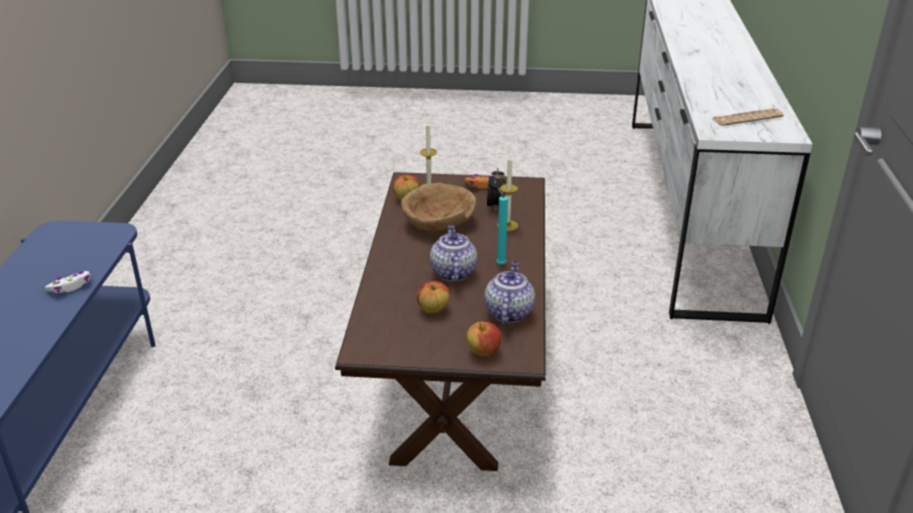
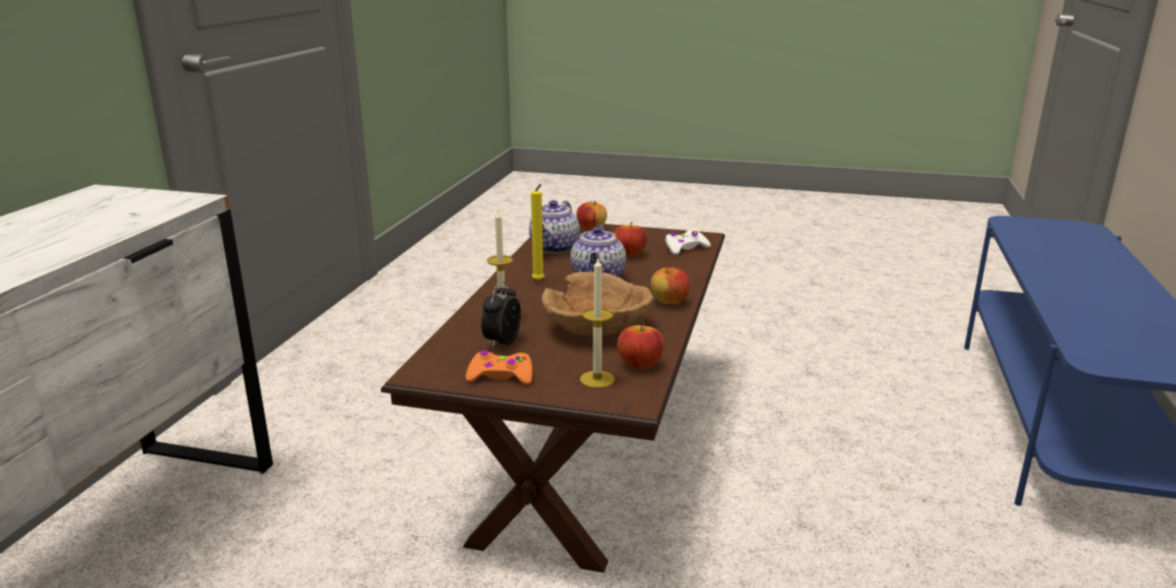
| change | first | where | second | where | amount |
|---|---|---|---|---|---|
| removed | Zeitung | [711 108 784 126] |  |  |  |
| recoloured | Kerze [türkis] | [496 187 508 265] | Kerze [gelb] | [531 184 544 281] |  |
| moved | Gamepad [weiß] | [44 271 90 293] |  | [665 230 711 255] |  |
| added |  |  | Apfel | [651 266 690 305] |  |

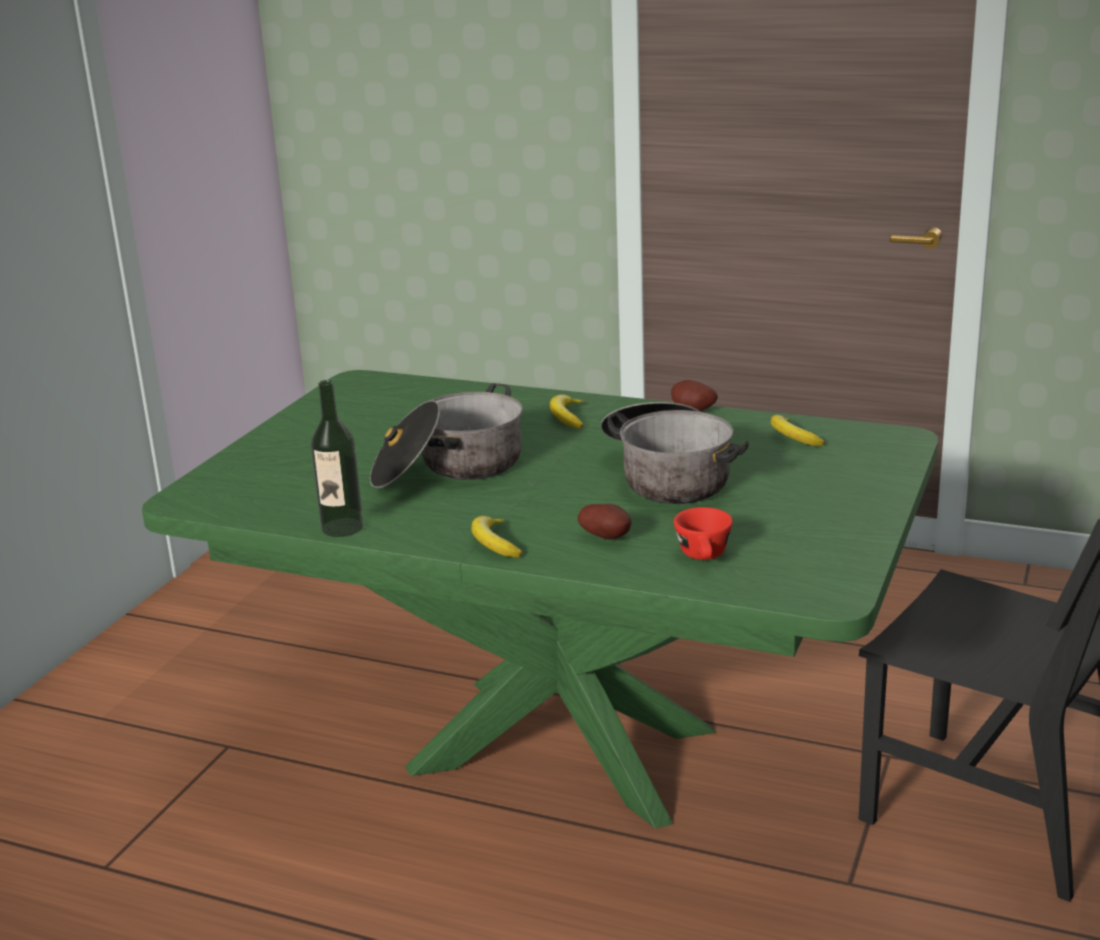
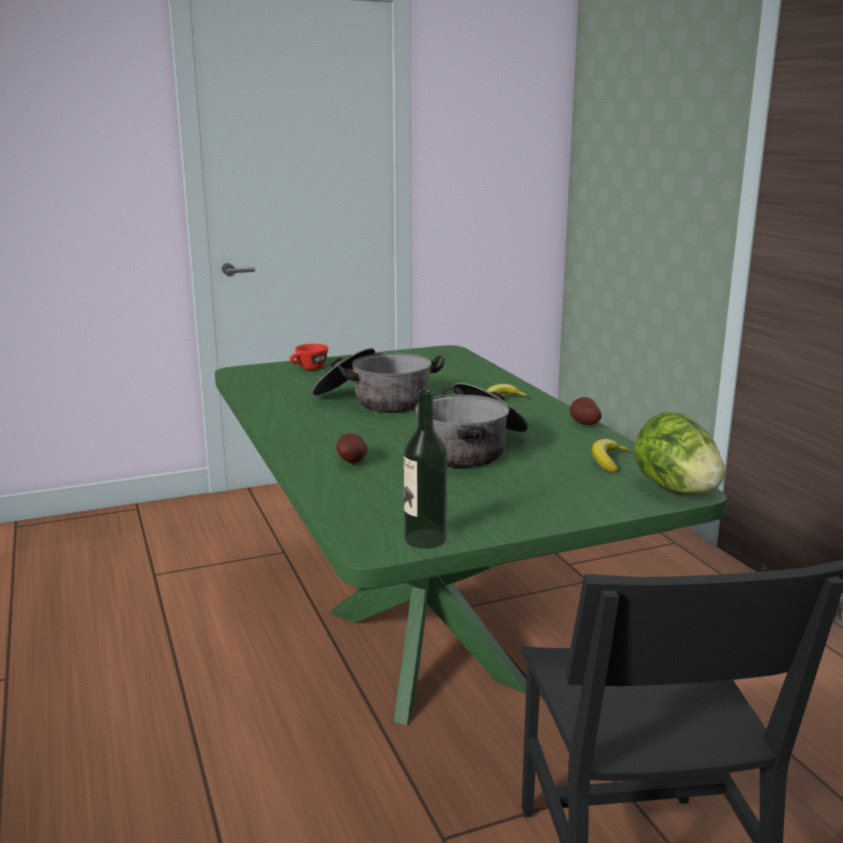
| change | first | where | second | where | amount |
|---|---|---|---|---|---|
| moved | Flasche | [311 380 363 537] |  | [404 390 447 549] |  |
| moved | Tasse [rot] | [674 507 733 560] |  | [290 344 328 370] |  |
| removed | Banane | [471 516 522 557] |  |  |  |
| added |  |  | Salatkopf | [634 412 726 495] |  |

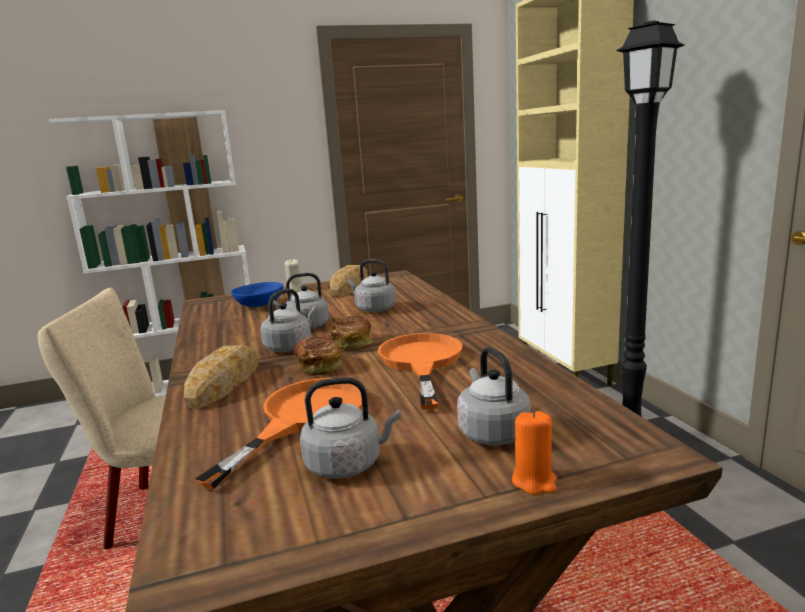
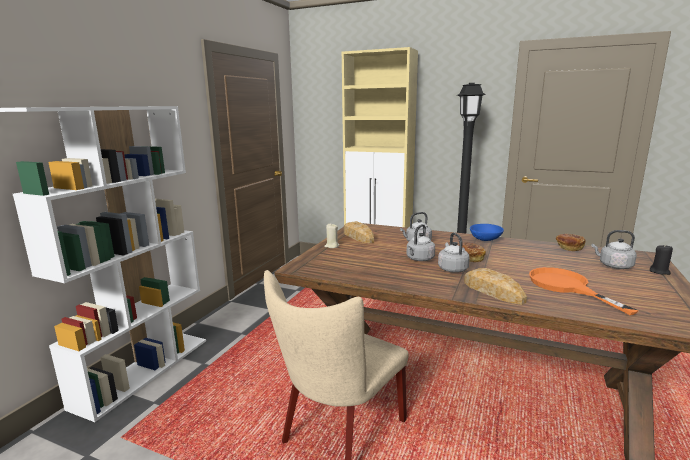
| change | first | where | second | where | amount |
|---|---|---|---|---|---|
| moved | Schüssel [blau] | [231 282 283 307] |  | [470 224 504 241] |  |
| removed | Pfanne [orange] | [378 333 462 410] |  |  |  |
| moved | Brot | [294 337 342 375] |  | [556 234 586 251] |  |
| removed | Wasserkessel [grau] | [300 377 401 479] |  |  |  |
| recoloured | Kerze [orange] | [512 410 557 495] | Kerze [schwarz] | [650 244 673 275] |  |

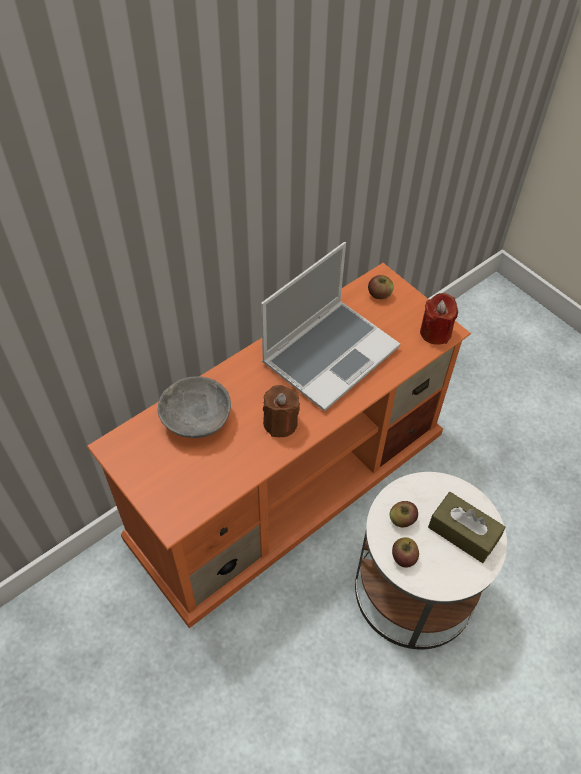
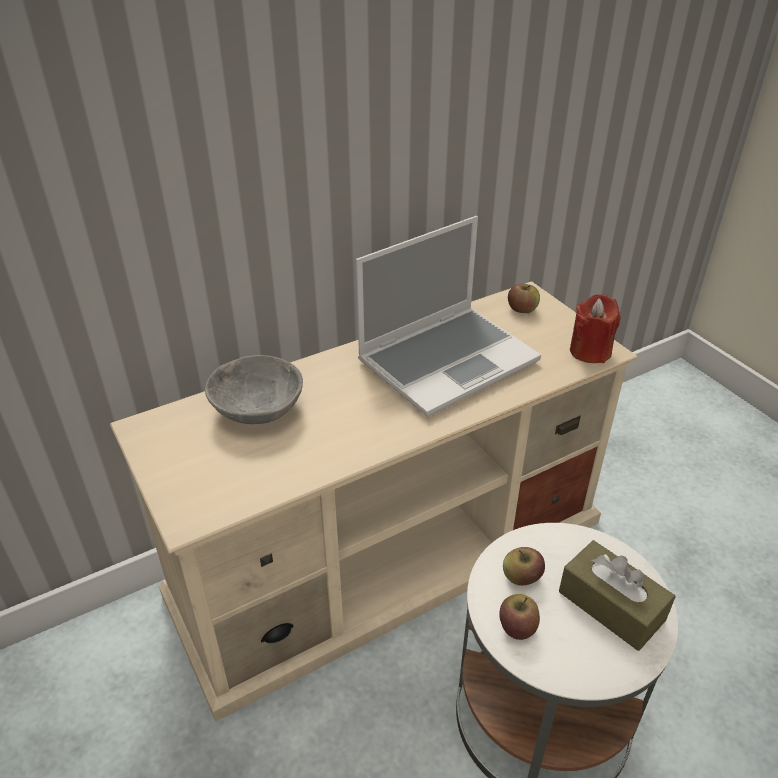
| change | first | where | second | where | amount |
|---|---|---|---|---|---|
| recoloured | Fernsehschrank [orange] | [86 263 471 628] | Fernsehschrank [beige] | [110 281 638 722] |  |
| removed | Kerze [braun] | [263 385 300 437] |  |  |  |

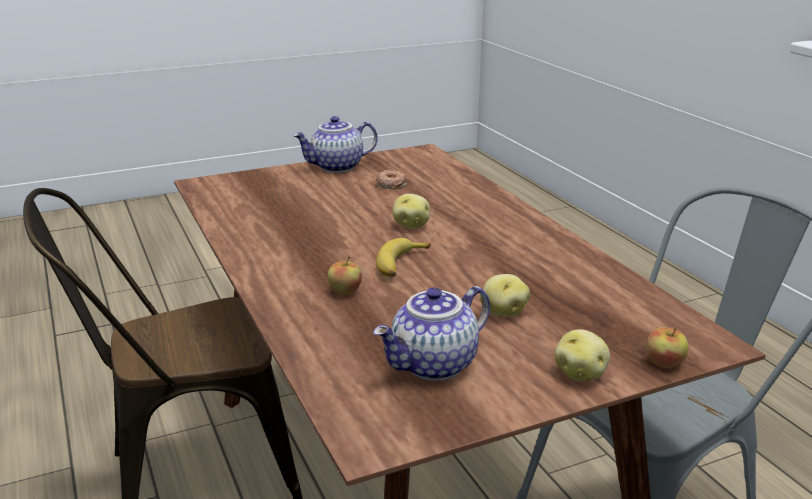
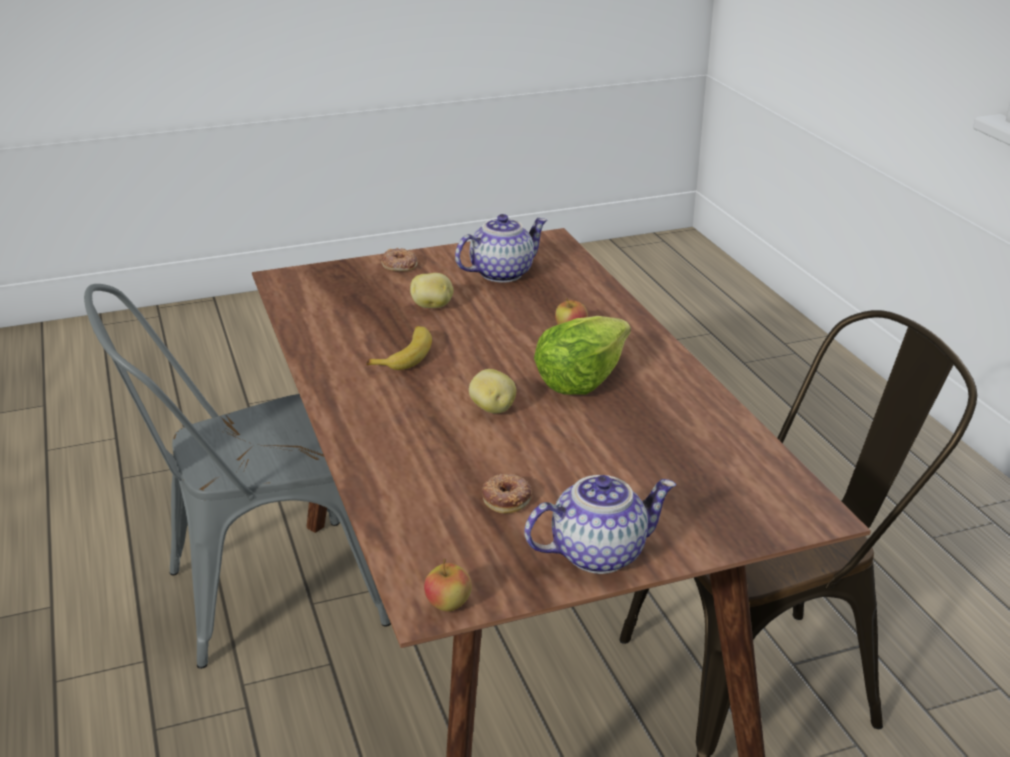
| change | first | where | second | where | amount |
|---|---|---|---|---|---|
| moved | Banane | [376 238 431 277] |  | [366 326 432 370] |  |
| moved | Apfel | [646 327 688 368] |  | [424 559 472 611] |  |
| replaced | Kartoffel | [555 329 610 381] | Donut | [381 248 417 271] |  |
| added |  |  | Salatkopf | [534 316 631 395] |  |

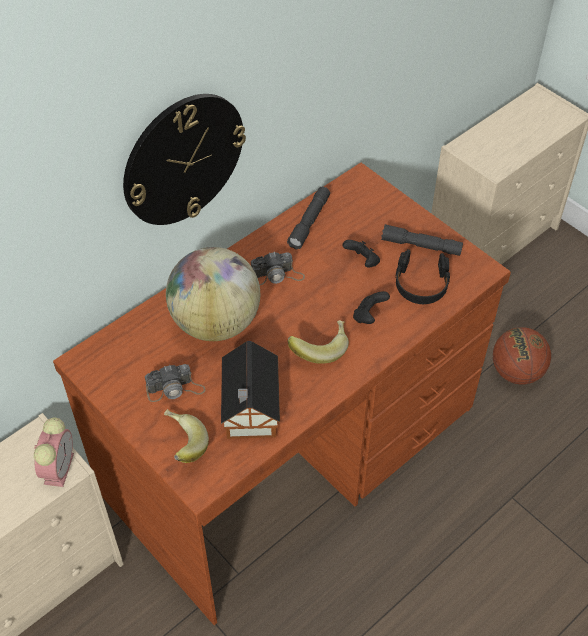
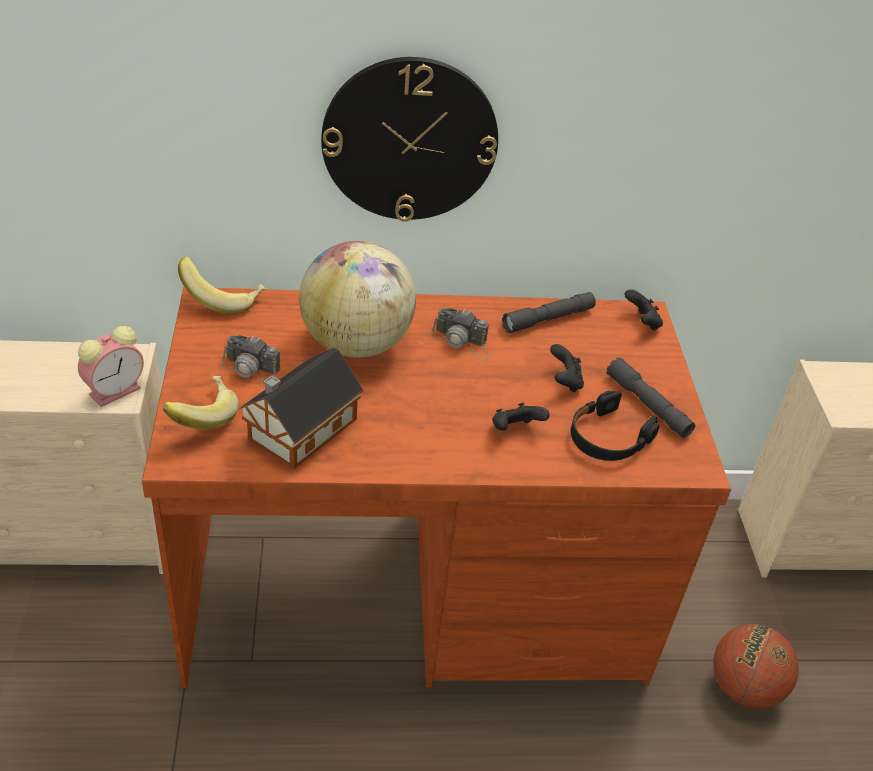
| change | first | where | second | where | amount |
|---|---|---|---|---|---|
| moved | Banane | [287 320 349 364] |  | [178 257 266 314] |  |
| added |  |  | Gamepad [schwarz] | [624 289 663 331] |  |

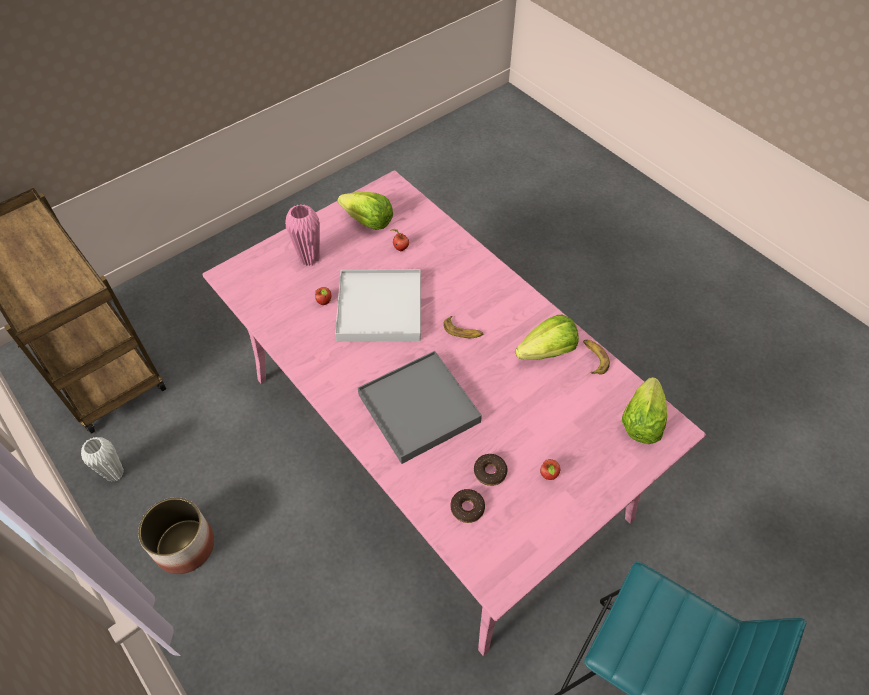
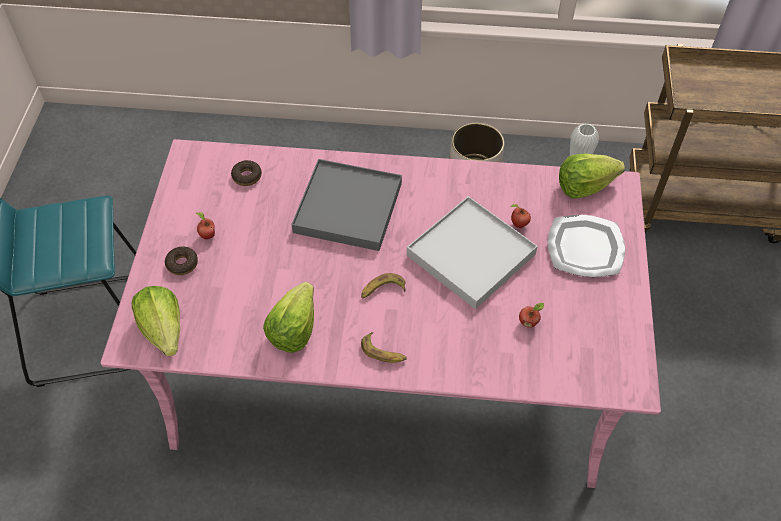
| change | first | where | second | where | amount |
|---|---|---|---|---|---|
| moved | Salatkopf | [337 192 393 230] |  | [559 153 625 199] |  |
| replaced | Vase [rosa] | [285 204 320 266] | Teller | [547 215 625 277] |  |
| moved | Banane | [583 340 610 374] |  | [361 332 407 363] |  |
| moved | Donut | [474 454 508 486] |  | [165 246 198 275] |  |

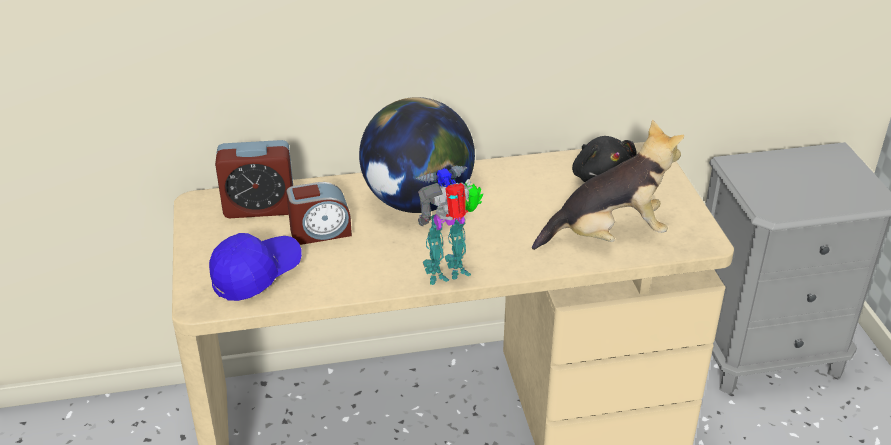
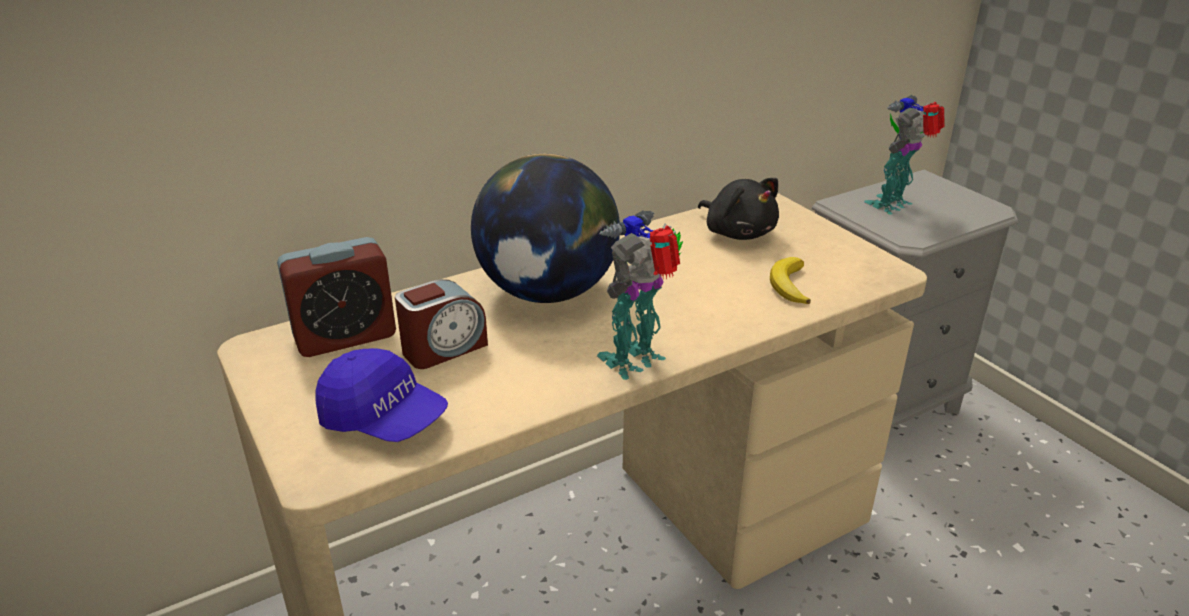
| change | first | where | second | where | amount |
|---|---|---|---|---|---|
| replaced | Plüschtier | [532 119 684 250] | Banane | [770 257 811 304] |  |
| turned | Kappe [blau] | [209 233 302 301] |  | [315 348 448 442] | 90 degrees clockwise |
| added |  |  | Spielzeugroboter | [864 95 945 214] |  |

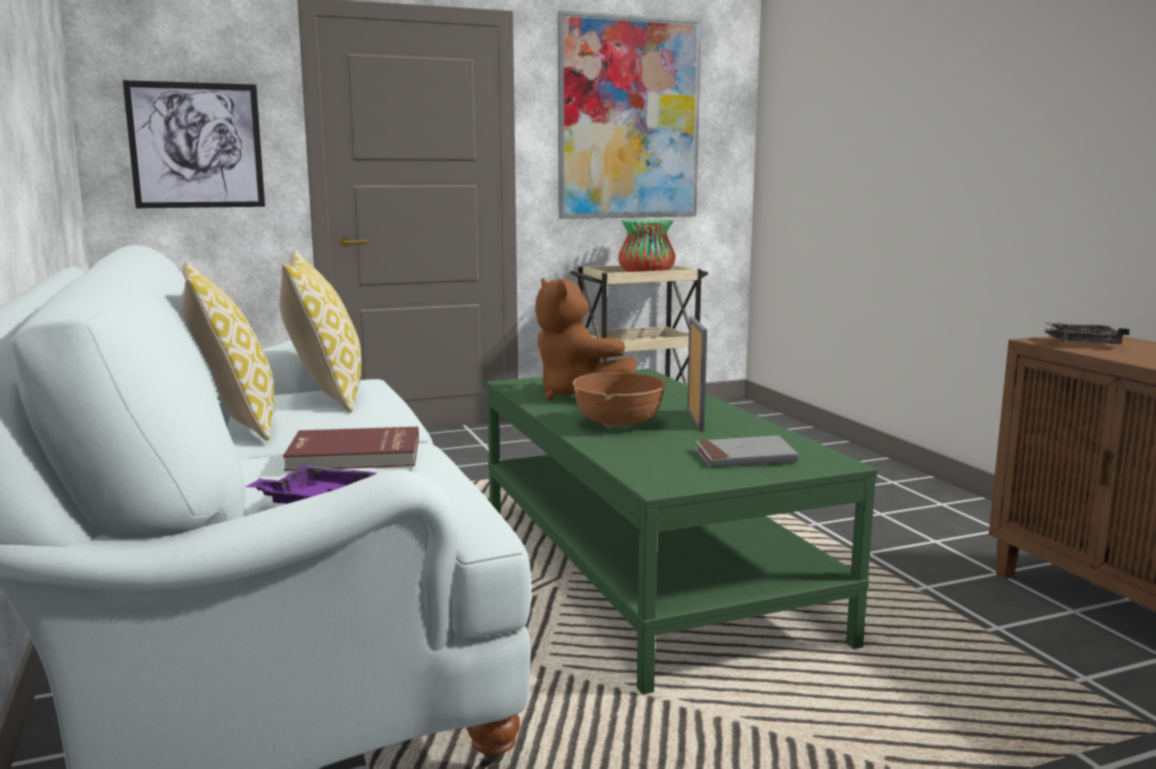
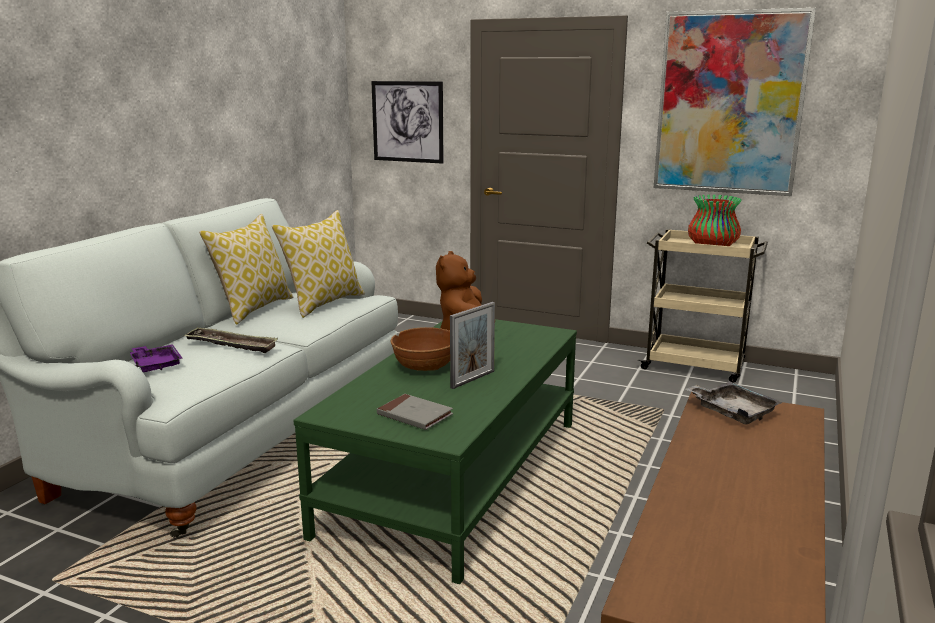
| change | first | where | second | where | amount |
|---|---|---|---|---|---|
| replaced | Buch [rot] | [283 427 419 471] | Tablett | [184 328 279 353] |  |

